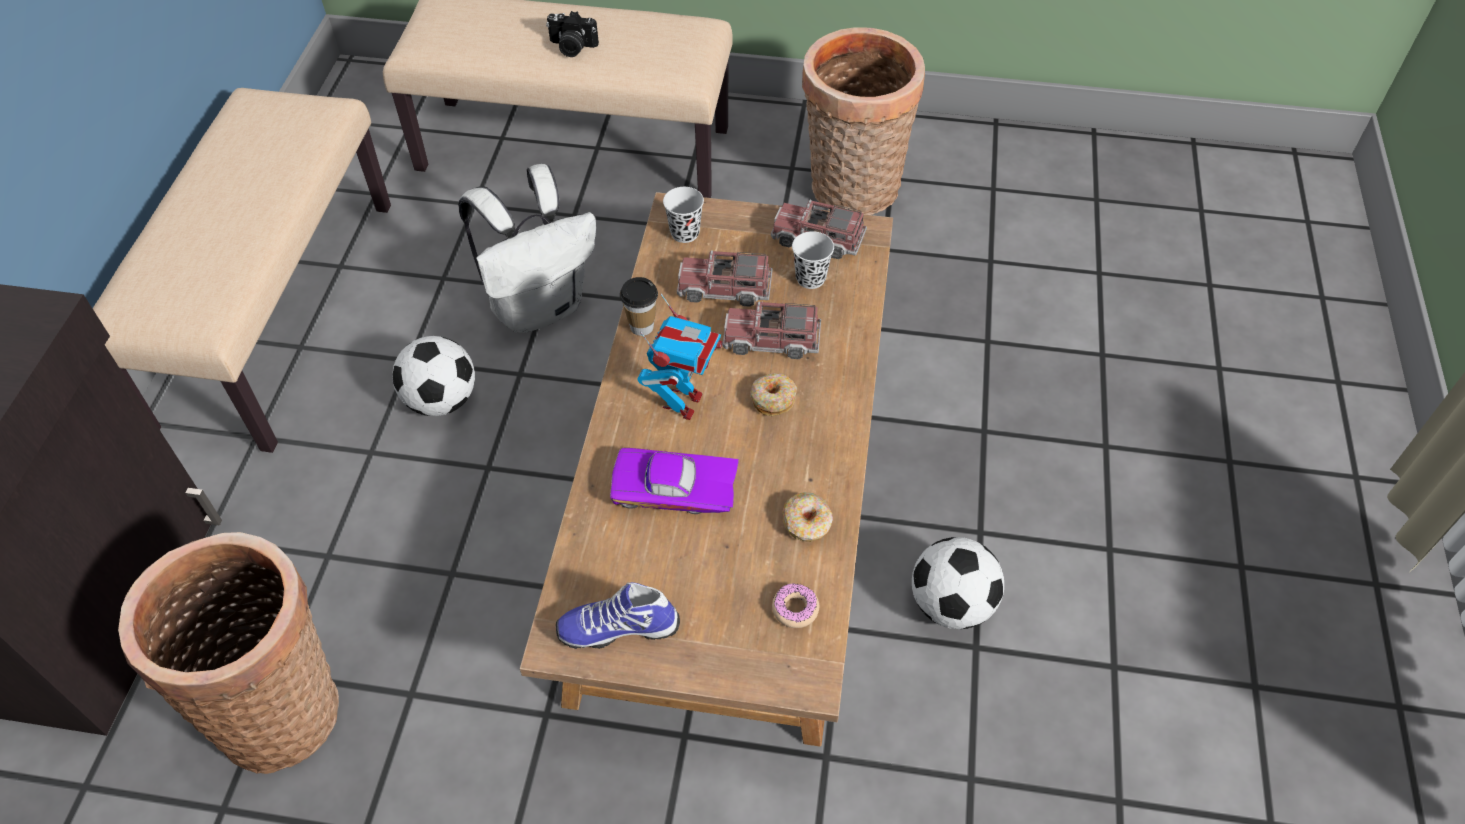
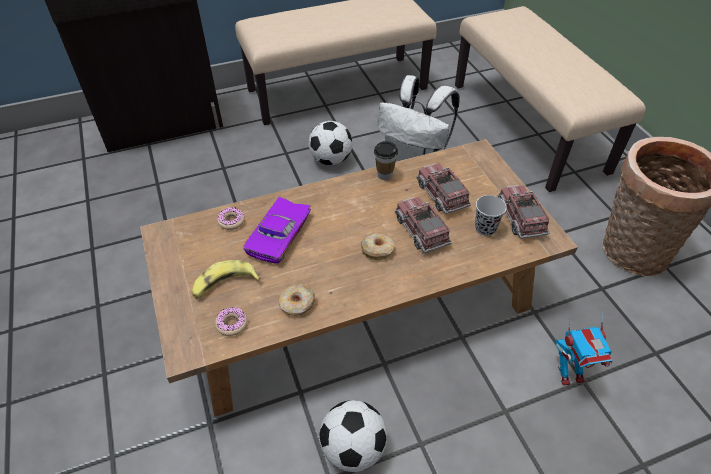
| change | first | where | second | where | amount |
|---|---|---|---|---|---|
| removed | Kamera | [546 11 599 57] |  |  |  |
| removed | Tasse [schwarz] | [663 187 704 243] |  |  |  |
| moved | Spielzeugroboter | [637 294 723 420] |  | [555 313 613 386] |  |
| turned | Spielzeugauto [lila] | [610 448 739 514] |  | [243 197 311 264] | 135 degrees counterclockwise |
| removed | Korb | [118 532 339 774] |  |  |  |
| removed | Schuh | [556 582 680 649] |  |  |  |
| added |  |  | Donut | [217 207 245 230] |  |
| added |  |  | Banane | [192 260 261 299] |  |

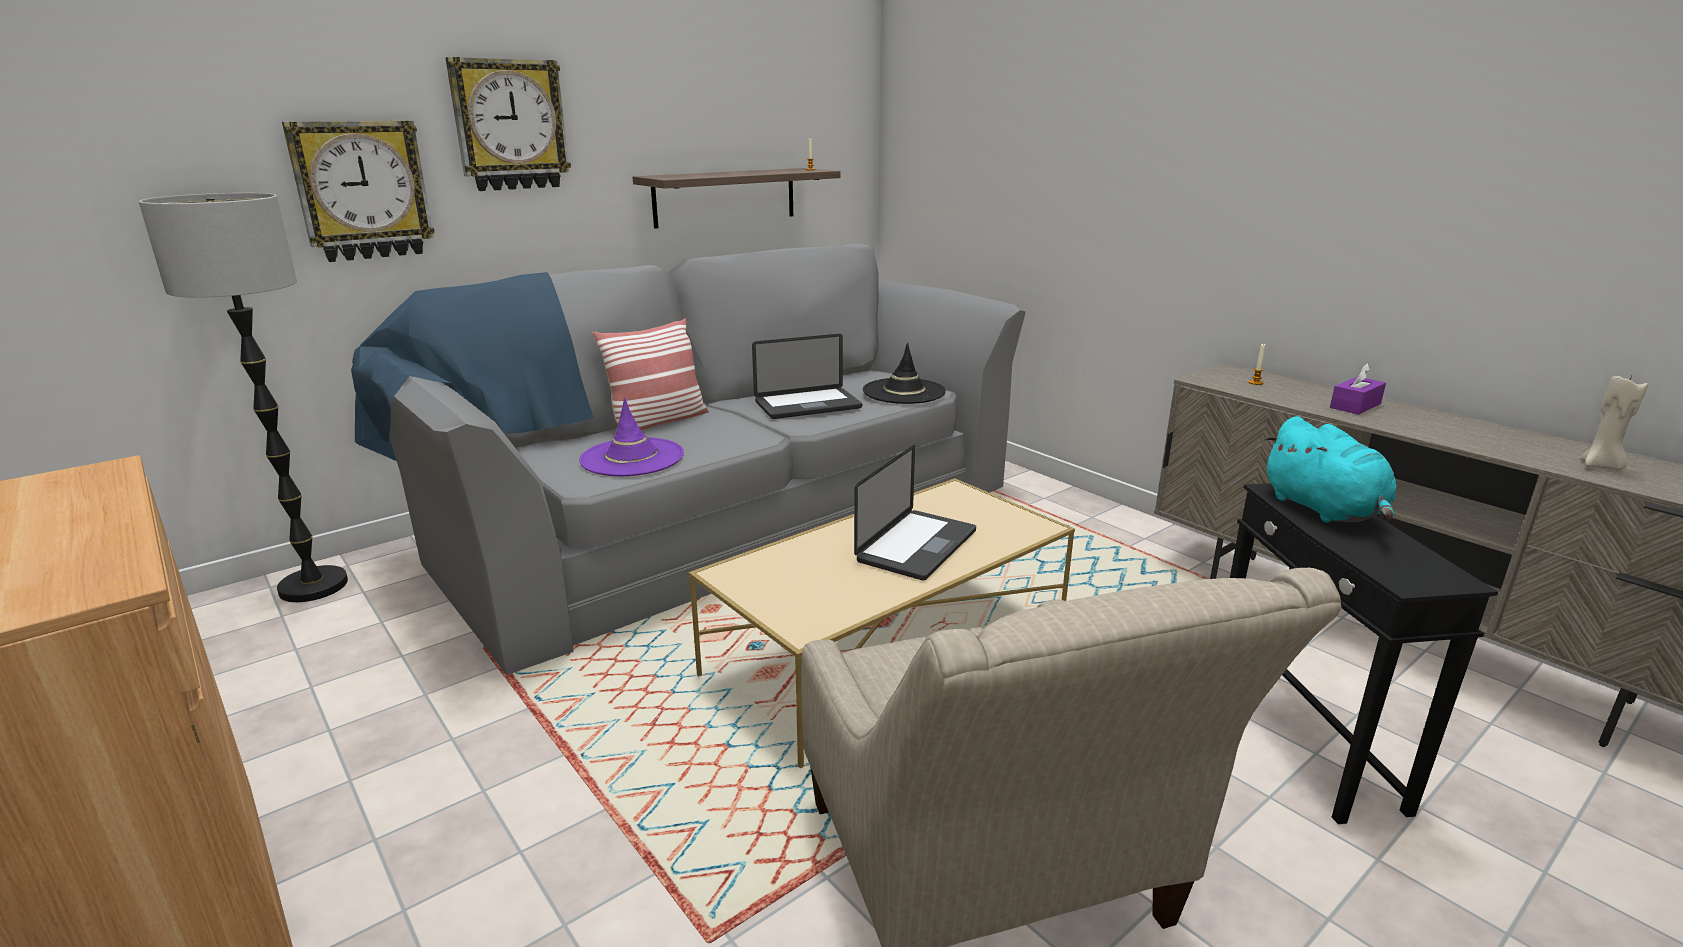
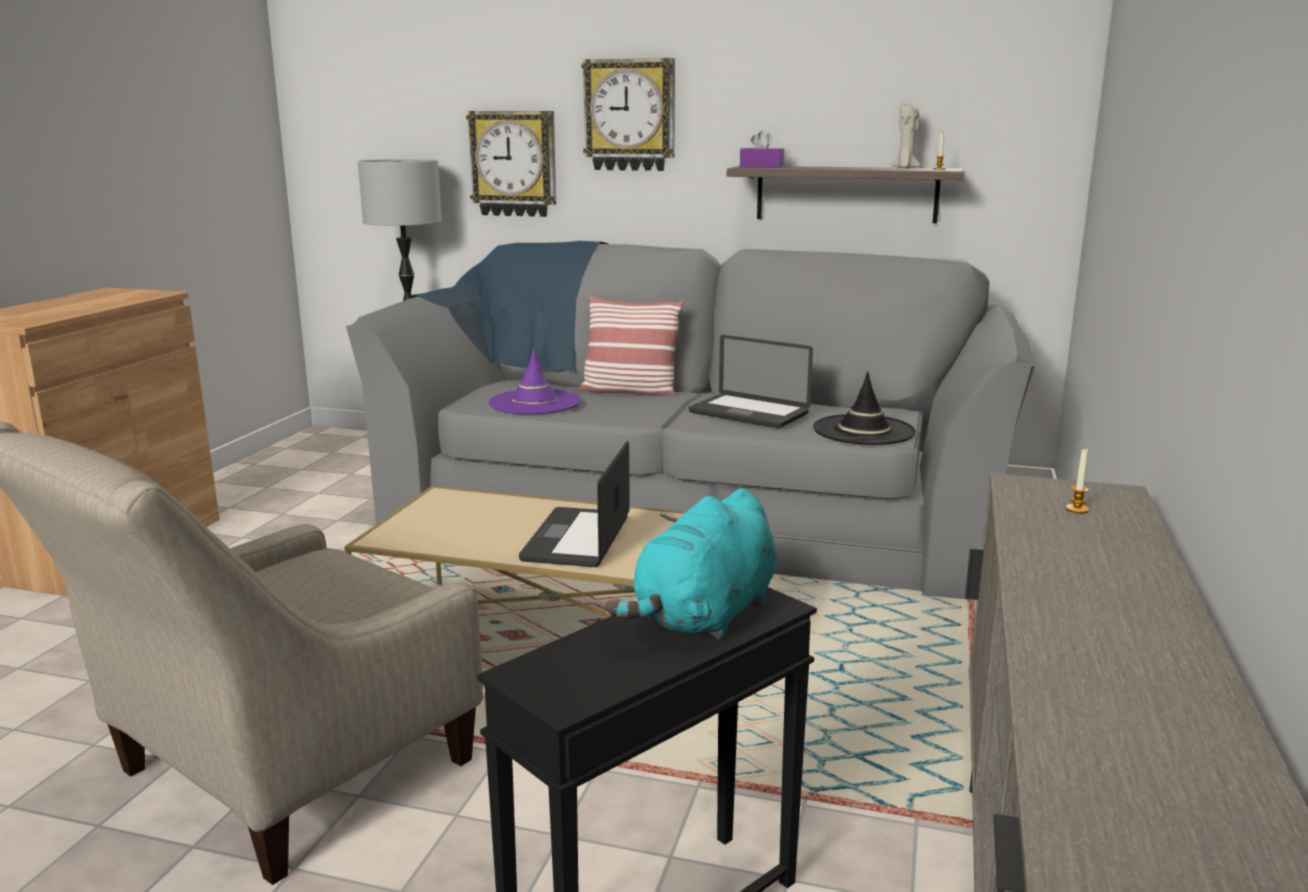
| change | first | where | second | where | amount |
|---|---|---|---|---|---|
| moved | Taschentuchbox [lila] | [1330 363 1386 415] |  | [740 130 784 168] |  |
| moved | Kerze [beige] | [1580 375 1648 470] |  | [891 102 921 168] |  |
| turned | Laptop | [854 445 976 581] |  | [519 441 630 567] | 105 degrees clockwise |

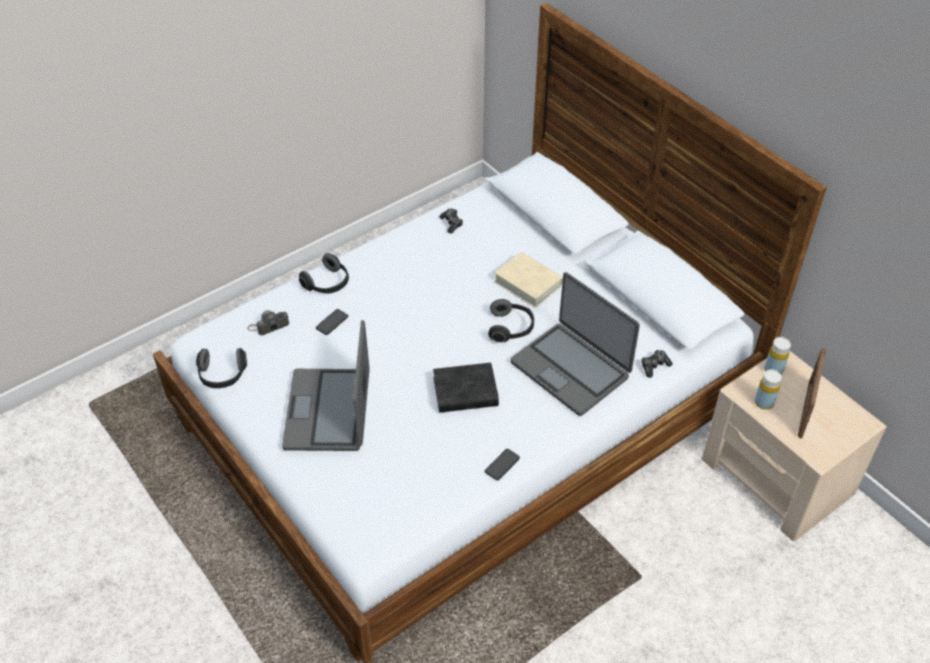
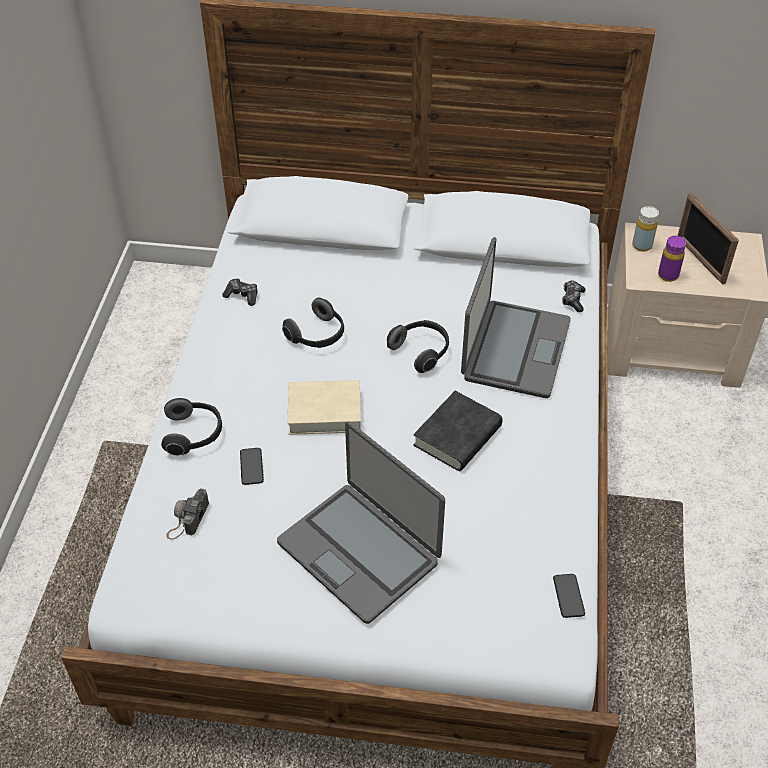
| change | first | where | second | where | amount |
|---|---|---|---|---|---|
| moved | Buch [beige] | [494 252 563 308] |  | [288 380 361 435] |  |
| turned | Laptop | [510 272 640 416] |  | [461 237 571 398] | 75 degrees counterclockwise |
| moved | Kopfhörer | [196 348 247 388] |  | [282 298 344 348] |  |
| recoloured | Flasche [gelb] | [755 369 782 409] | Flasche [lila] | [658 236 686 282] |  |
| moved | Handy | [485 449 520 480] |  | [553 574 585 618] |  |

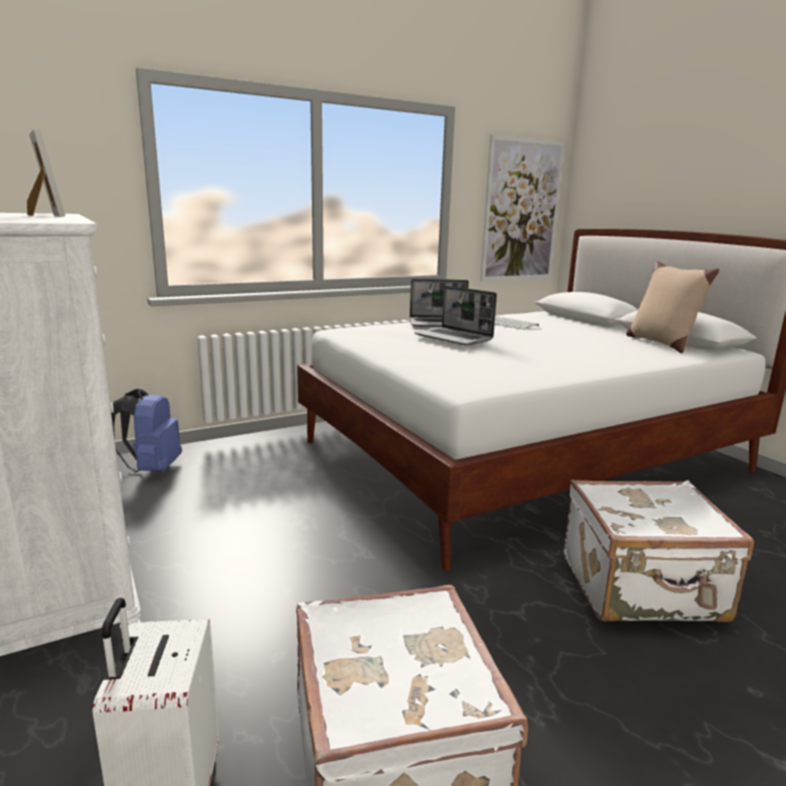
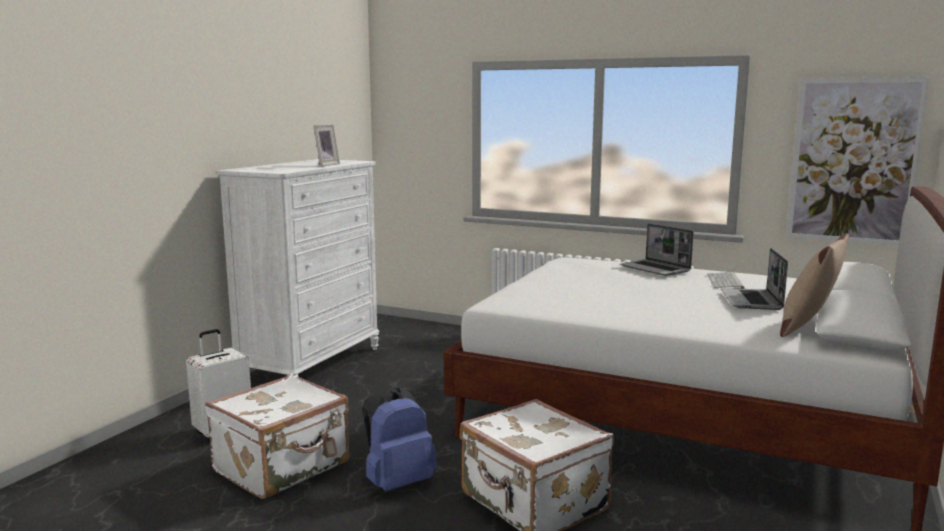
| change | first | where | second | where | amount |
|---|---|---|---|---|---|
| moved | Laptop | [414 286 497 346] |  | [721 248 788 310] |  |
| moved | Rucksack [blau] | [111 389 182 472] |  | [362 387 437 491] |  |

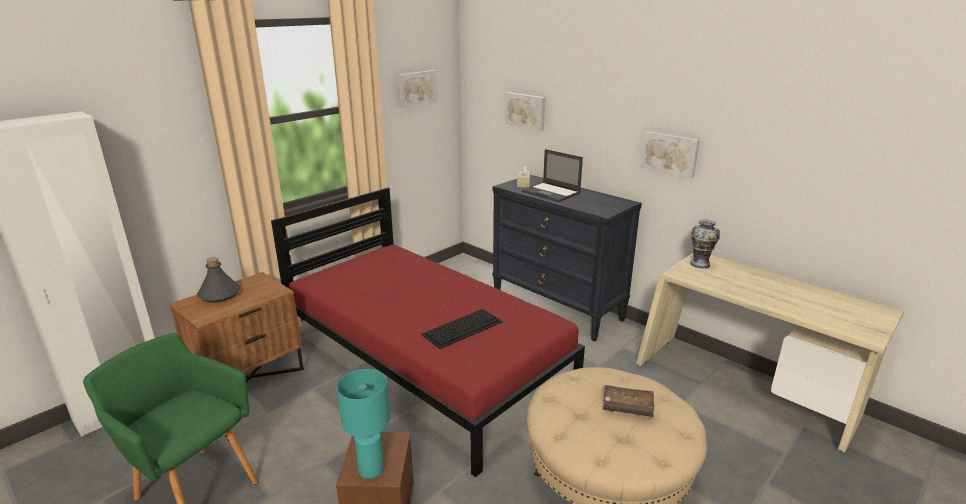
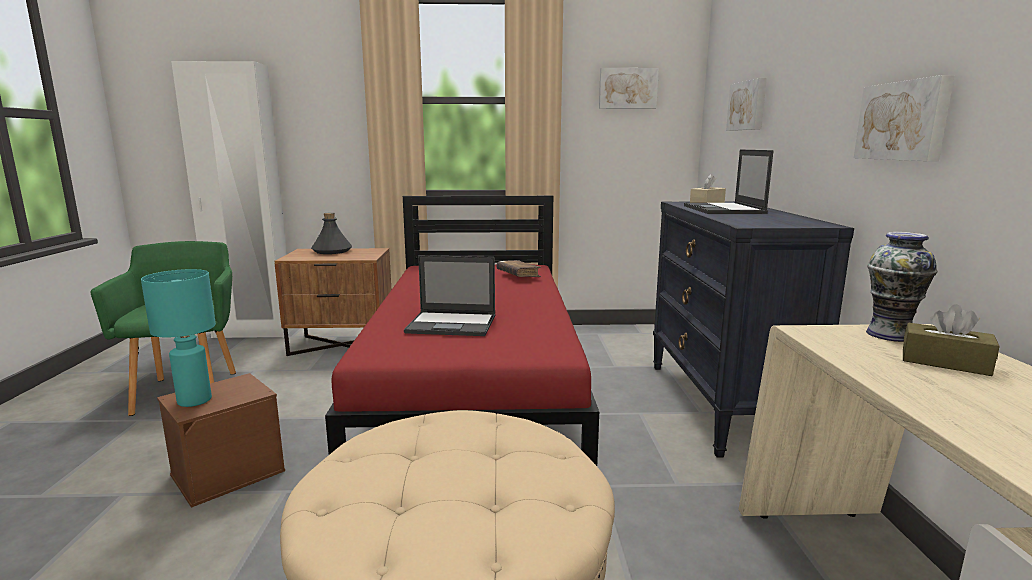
| change | first | where | second | where | amount |
|---|---|---|---|---|---|
| replaced | Tastatur | [421 309 503 349] | Laptop | [404 255 495 336] |  |
| moved | Buch [braun] | [603 385 654 417] |  | [496 260 541 277] |  |
| added |  |  | Taschentuchbox [braun] | [903 304 999 376] |  |

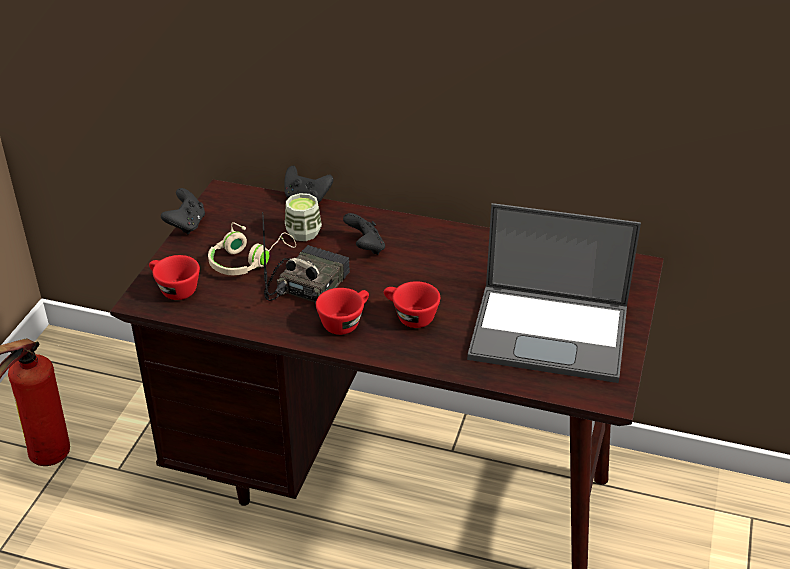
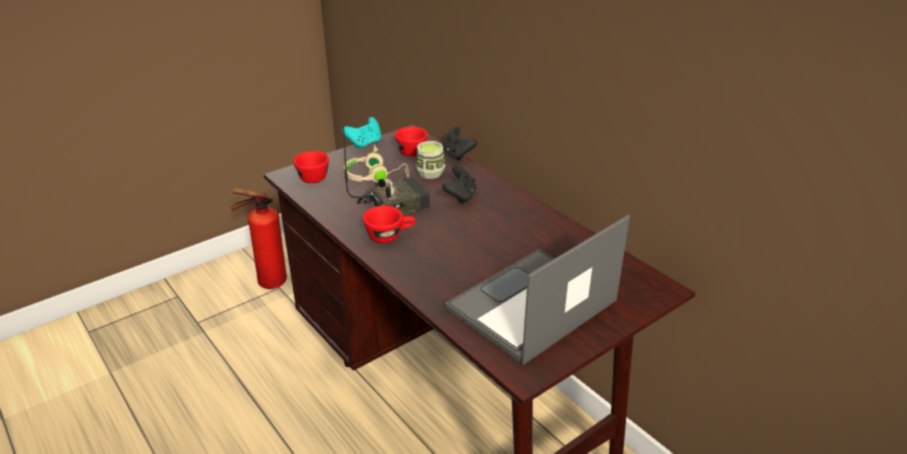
| change | first | where | second | where | amount |
|---|---|---|---|---|---|
| recoloured | Gamepad [schwarz] | [161 188 205 235] | Gamepad [türkis] | [342 117 381 149] |  |
| turned | Laptop | [467 203 641 383] |  | [445 215 630 365] | 90 degrees clockwise |
| moved | Tasse [rot] | [384 281 440 328] |  | [395 127 428 157] |  |

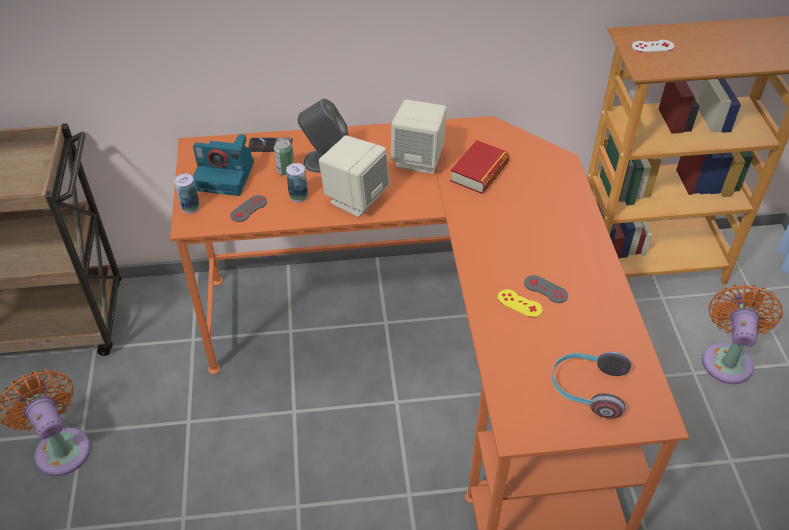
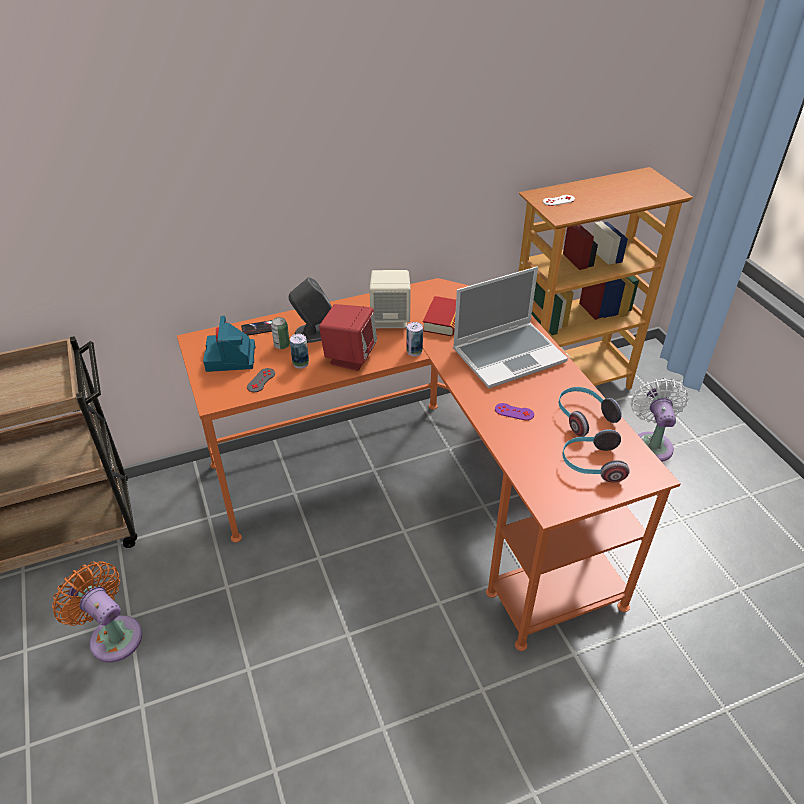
| change | first | where | second | where | amount |
|---|---|---|---|---|---|
| turned | Kamera | [193 134 254 196] |  | [203 316 255 372] | 90 degrees clockwise |
| recoloured | Lautsprecher [beige] | [319 135 390 217] | Lautsprecher [rot] | [319 304 377 371] |  |
| moved | Dose | [174 174 200 214] |  | [406 322 423 356] |  |
| removed | Gamepad [grau] | [524 275 568 303] |  |  |  |
| recoloured | Ventilator [orange] | [702 284 783 384] | Ventilator [weiß] | [631 378 689 462] |  |
| recoloured | Gamepad [gelb] | [498 289 543 318] | Gamepad [lila] | [495 403 534 421] |  |
| added |  |  | Laptop | [453 266 568 388] |  |
| added |  |  | Kopfhörer | [559 387 622 437] |  |

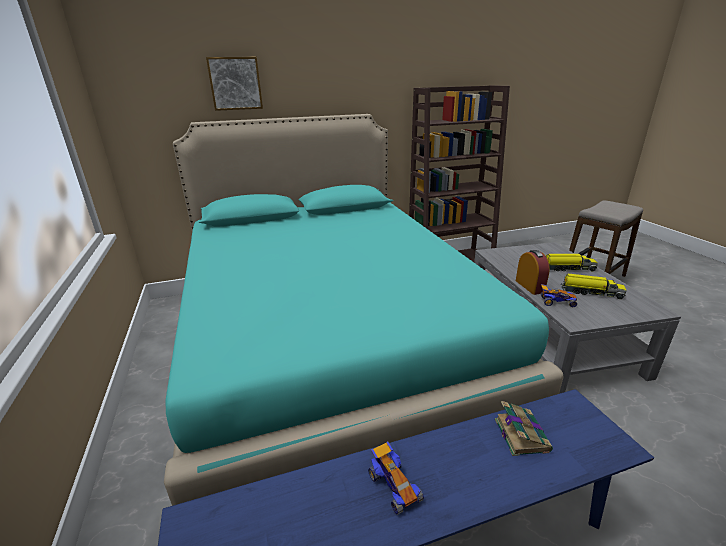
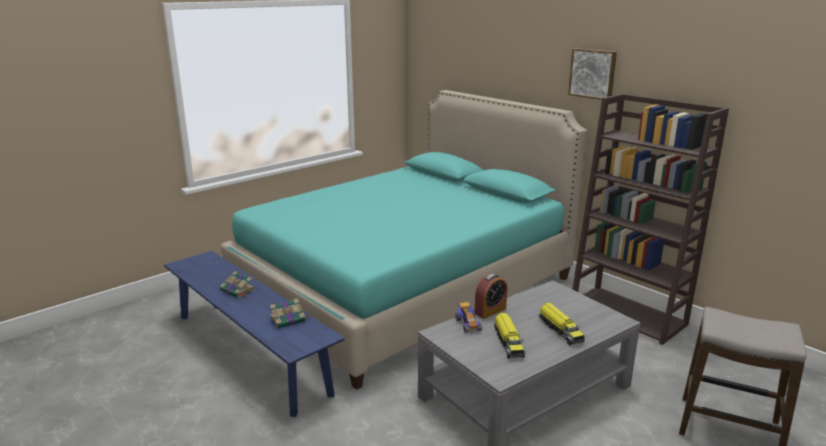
| change | first | where | second | where | amount |
|---|---|---|---|---|---|
| moved | Bild | [206 57 263 111] |  | [568 48 617 100] |  |
| replaced | Spielzeugauto | [368 441 424 515] | Buch | [220 271 255 298] |  |

